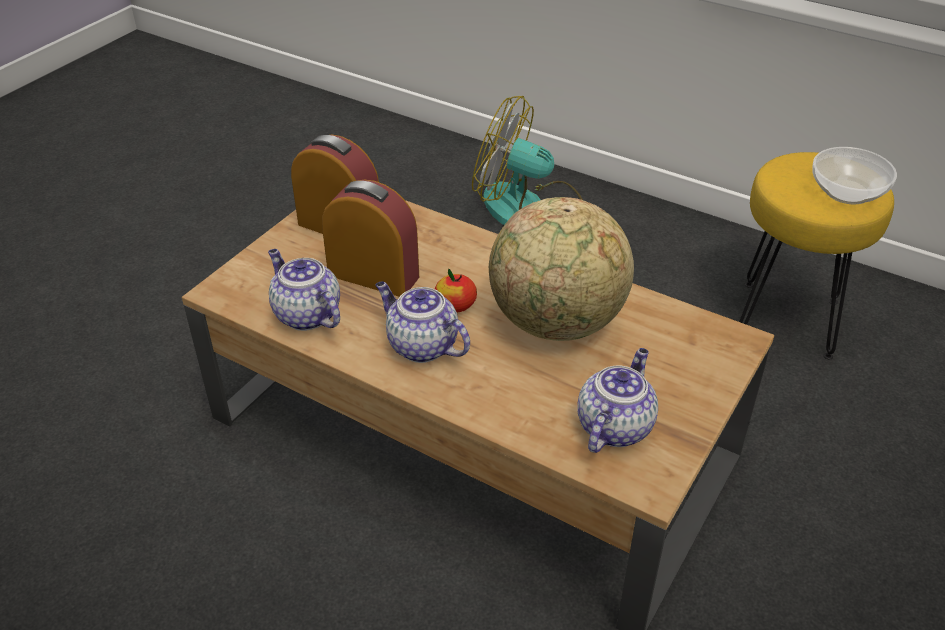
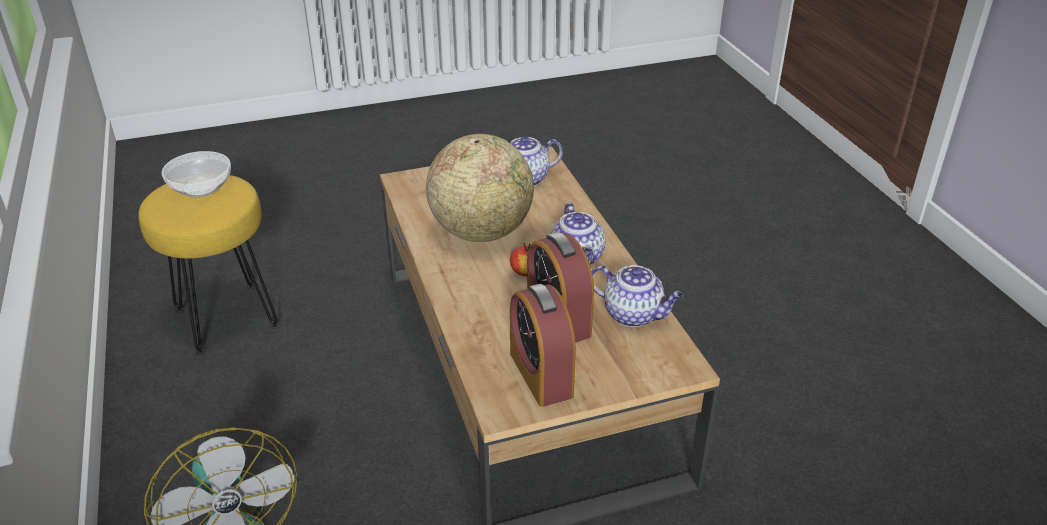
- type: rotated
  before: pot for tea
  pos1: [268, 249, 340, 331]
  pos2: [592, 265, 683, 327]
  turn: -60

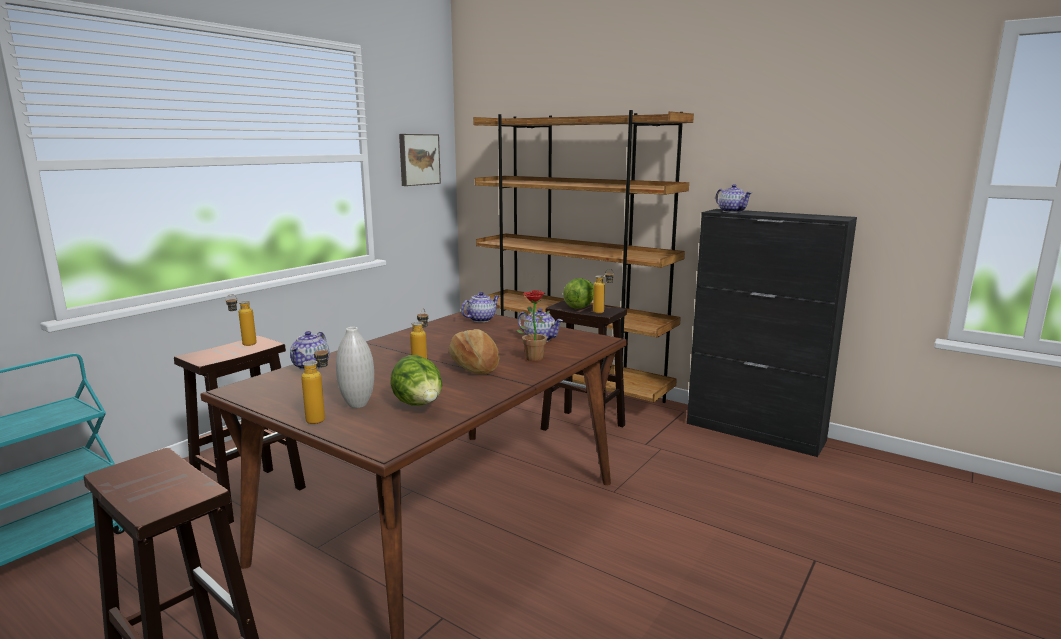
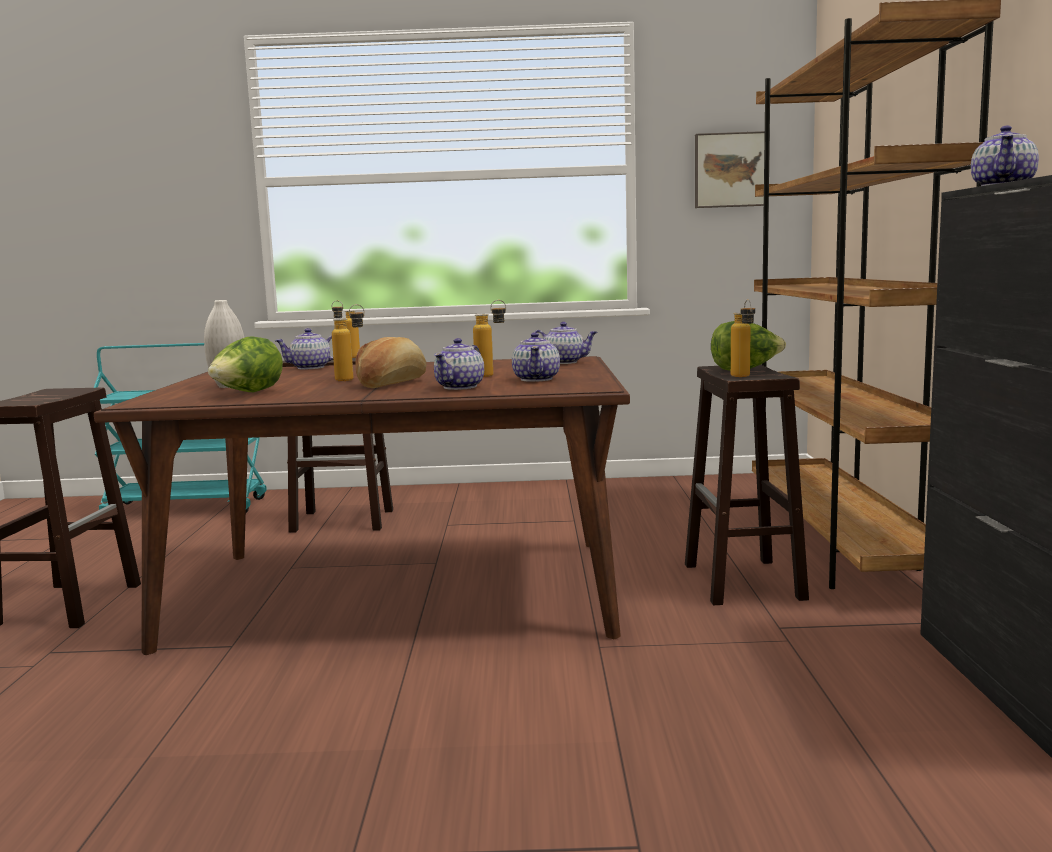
- type: shifted
  before: bottle
  pos1: [301, 344, 328, 424]
  pos2: [473, 300, 506, 377]
- type: swapped
  before: potted plant
  after: pot for tea
  pos1: [517, 290, 550, 361]
  pos2: [434, 338, 484, 390]

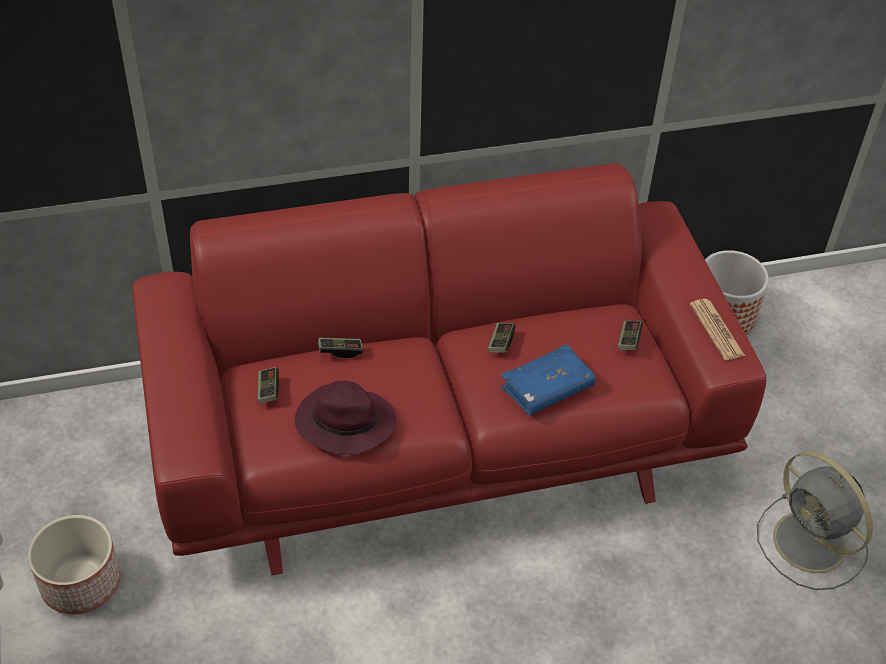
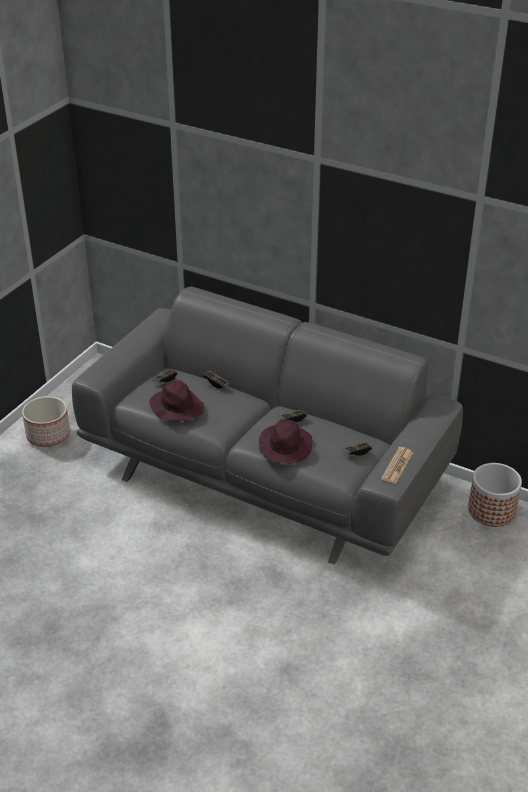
- type: repainted
  before: red couch
  after: grey couch
  pos1: [133, 163, 766, 575]
  pos2: [72, 286, 463, 564]
- type: swapped
  before: blue-coloured book
  after: purplish hat
  pos1: [501, 344, 595, 416]
  pos2: [259, 419, 313, 464]
- type: gone
  before: grey cooling fan
  pos1: [757, 451, 873, 590]

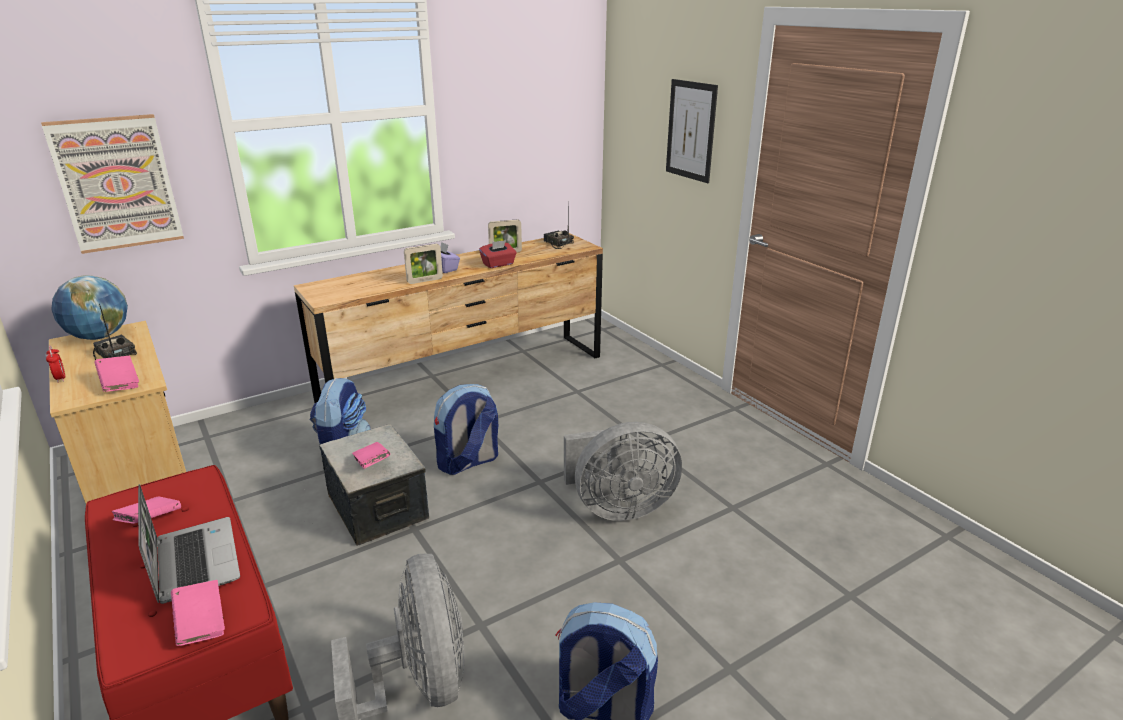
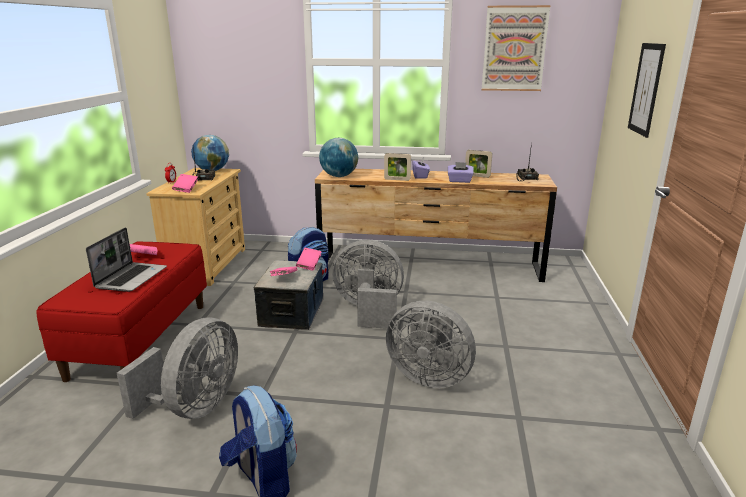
- type: shifted
  before: wall art
  pos1: [41, 114, 184, 254]
  pos2: [482, 5, 551, 91]
- type: shifted
  before: pink book
  pos1: [171, 580, 225, 646]
  pos2: [296, 248, 322, 271]
- type: swapped
  before: rucksack
  after: grey cooling fan
  pos1: [434, 384, 498, 475]
  pos2: [332, 240, 404, 329]
- type: repainted
  before: red tissue holder
  after: purplish tissue holder
  pos1: [479, 240, 517, 268]
  pos2: [448, 162, 474, 183]
- type: new
  after: world globe
  pos2: [319, 138, 358, 177]

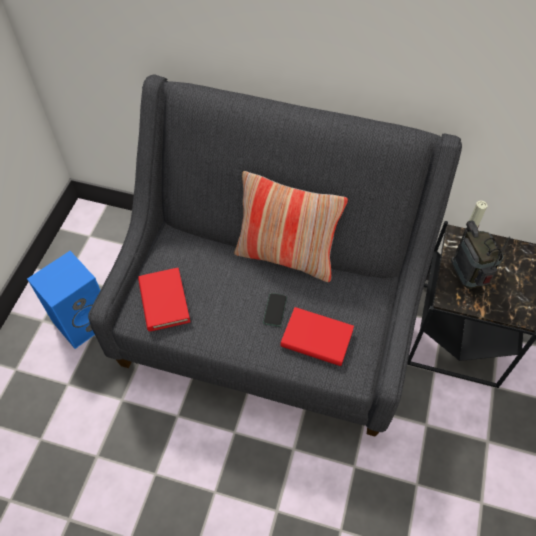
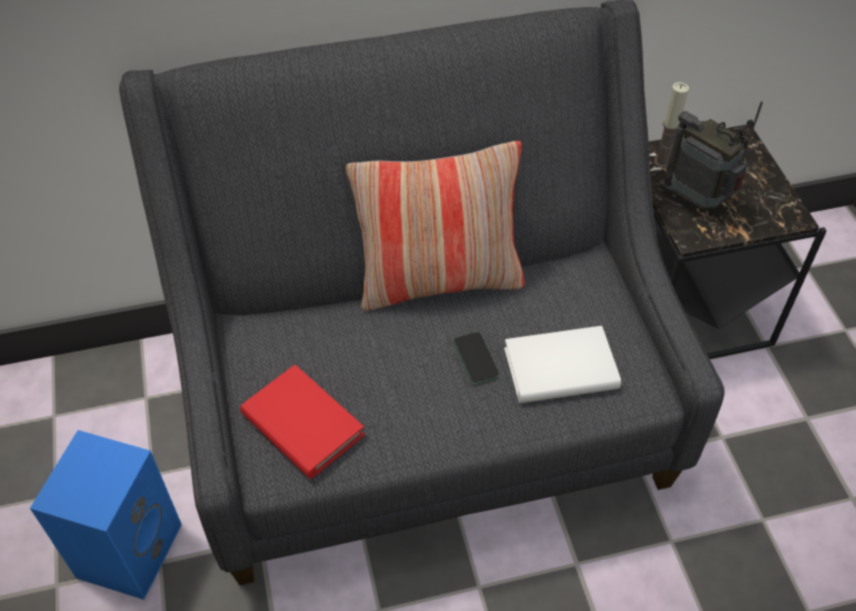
- type: repainted
  before: red book
  after: whitish book
  pos1: [280, 307, 354, 366]
  pos2: [504, 326, 621, 403]

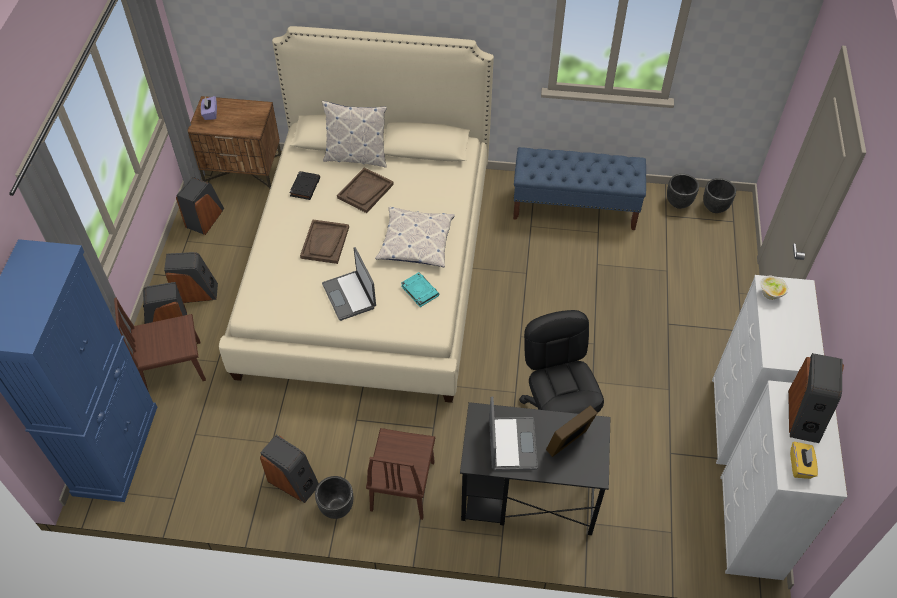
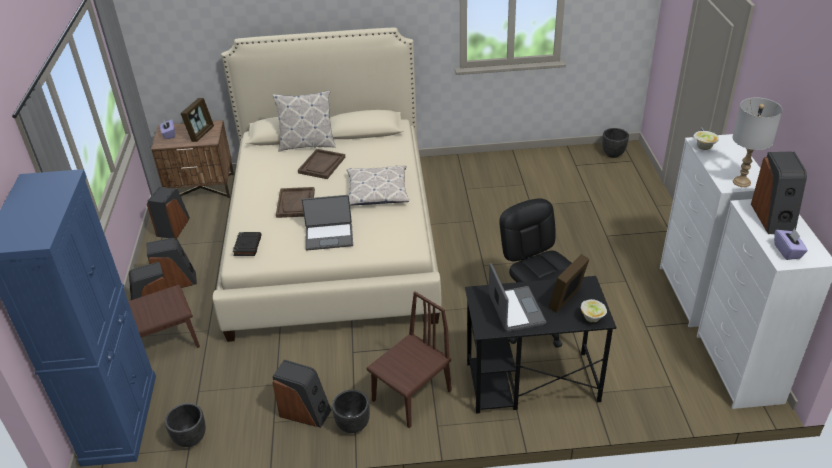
- type: shifted
  before: black-coloured book
  pos1: [289, 171, 320, 200]
  pos2: [233, 232, 261, 256]
- type: rotated
  before: portable computer
  pos1: [322, 247, 376, 321]
  pos2: [302, 195, 353, 250]
  turn: -60
- type: rotated
  before: brownish plain chair
  pos1: [366, 428, 435, 520]
  pos2: [367, 292, 452, 428]
  turn: -135
- type: gone
  before: turquoise book
  pos1: [401, 272, 439, 307]
- type: gone
  before: blue-coloured long seat
  pos1: [513, 147, 646, 230]
- type: shifted
  before: black-coloured plant pot
  pos1: [667, 174, 699, 209]
  pos2: [165, 403, 206, 447]
- type: repainted
  before: yellow-coloured tissue holder
  after: purplish tissue holder
  pos1: [790, 442, 818, 479]
  pos2: [774, 228, 808, 260]
- type: new
  after: standing frame
  pos2: [181, 98, 214, 142]
- type: new
  after: serving bowl
  pos2: [581, 299, 607, 323]
- type: new
  after: grey lamp for a table
  pos2: [733, 97, 783, 187]

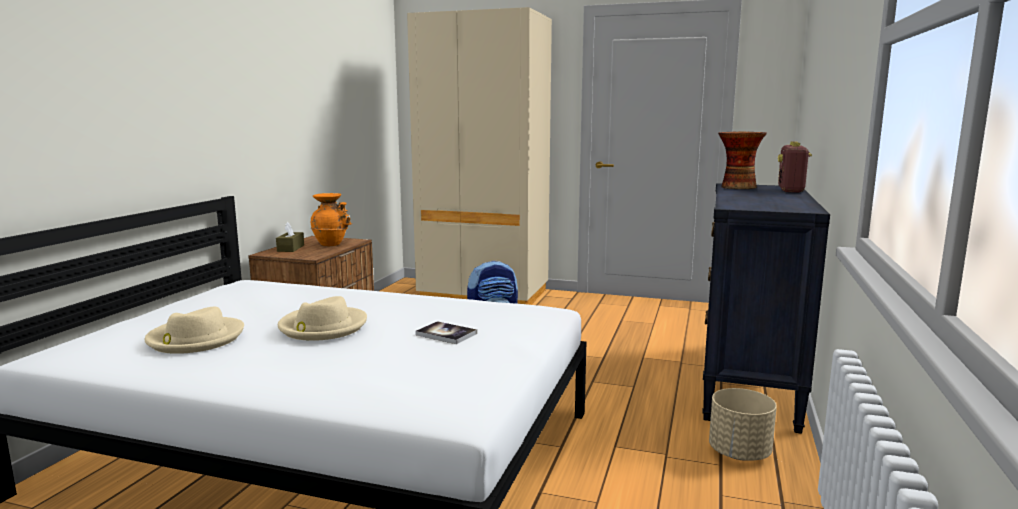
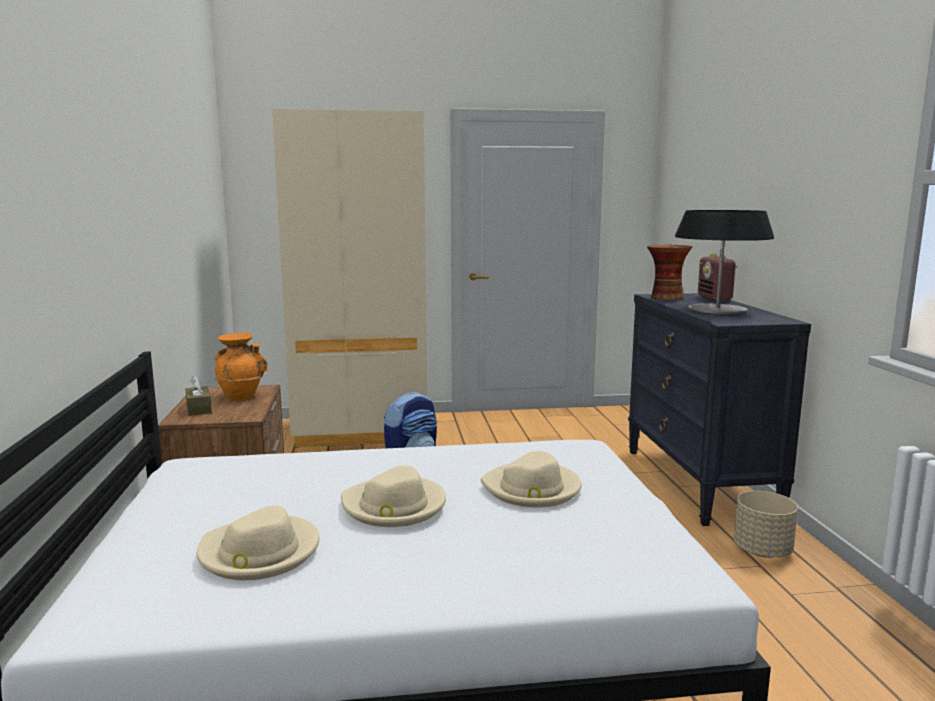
- type: swapped
  before: book
  after: beige hat
  pos1: [415, 321, 477, 344]
  pos2: [481, 451, 582, 507]
- type: new
  after: lamp for a table
  pos2: [675, 210, 774, 314]

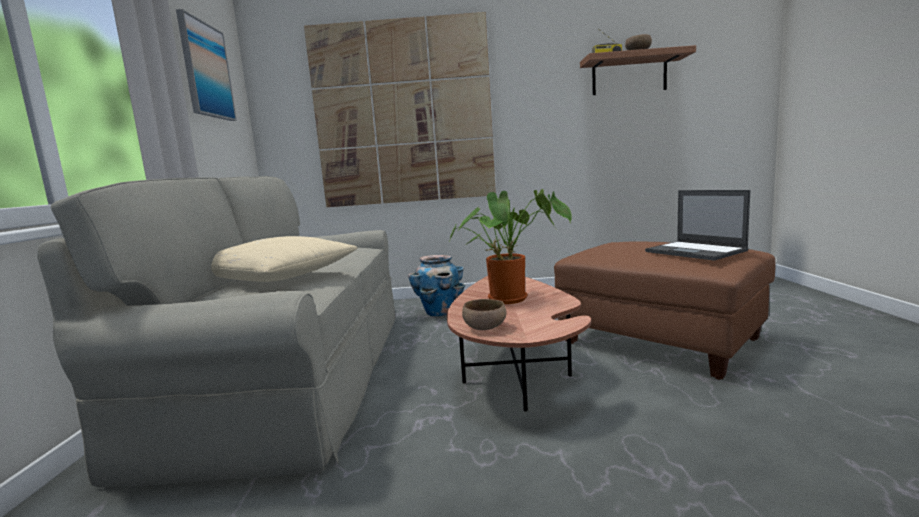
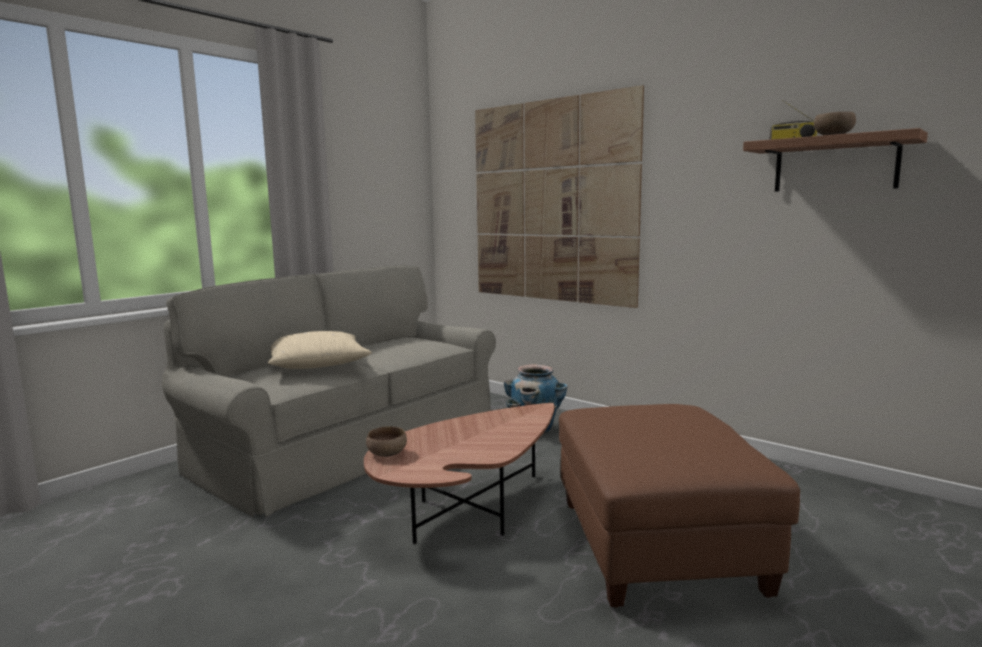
- type: gone
  before: wall art
  pos1: [176, 9, 237, 121]
- type: gone
  before: potted plant
  pos1: [450, 189, 572, 304]
- type: gone
  before: portable computer
  pos1: [645, 190, 750, 261]

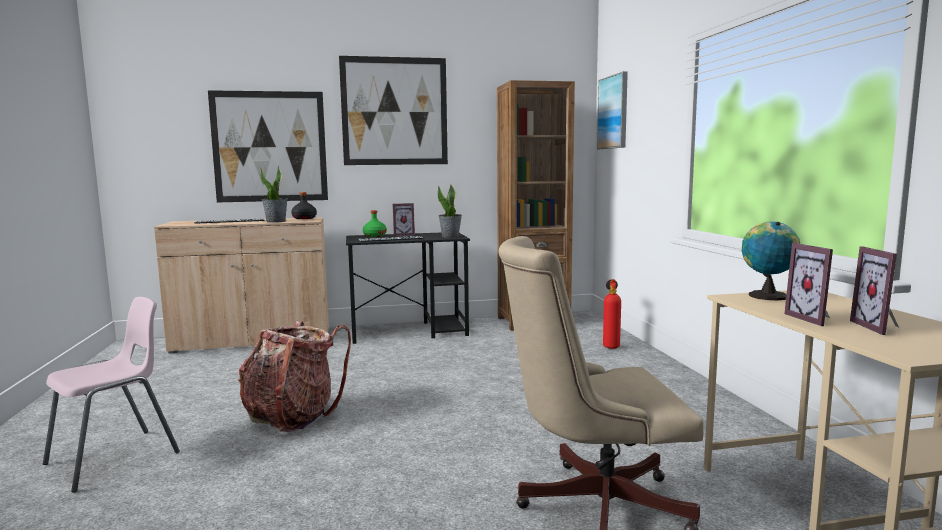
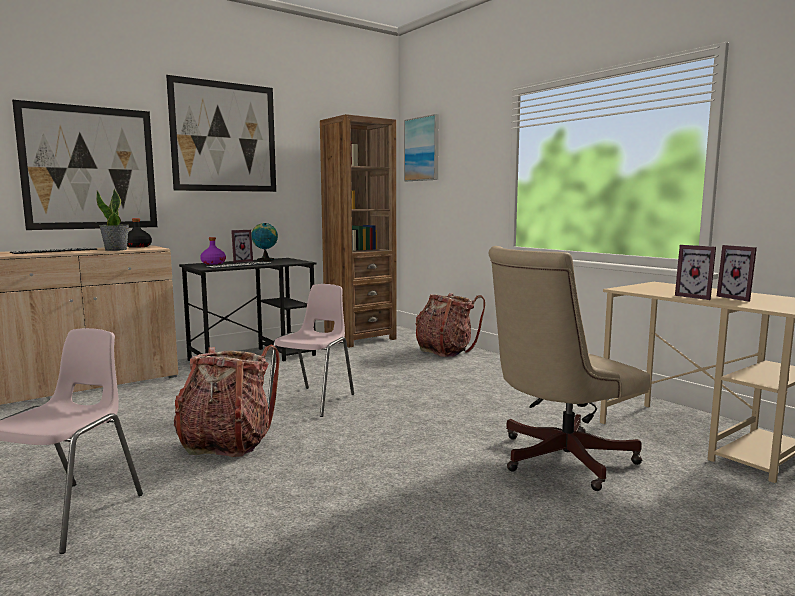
- type: repainted
  before: green-coloured bottle
  after: purplish bottle
  pos1: [363, 210, 387, 237]
  pos2: [200, 237, 226, 265]
- type: gone
  before: potted plant
  pos1: [438, 185, 462, 238]
- type: swapped
  before: fire-fighting cylinder
  after: rucksack
  pos1: [603, 279, 621, 349]
  pos2: [416, 293, 485, 357]
- type: shifted
  before: world globe
  pos1: [742, 221, 800, 300]
  pos2: [252, 223, 278, 261]
- type: new
  after: pink plain chair
  pos2: [267, 284, 354, 417]

